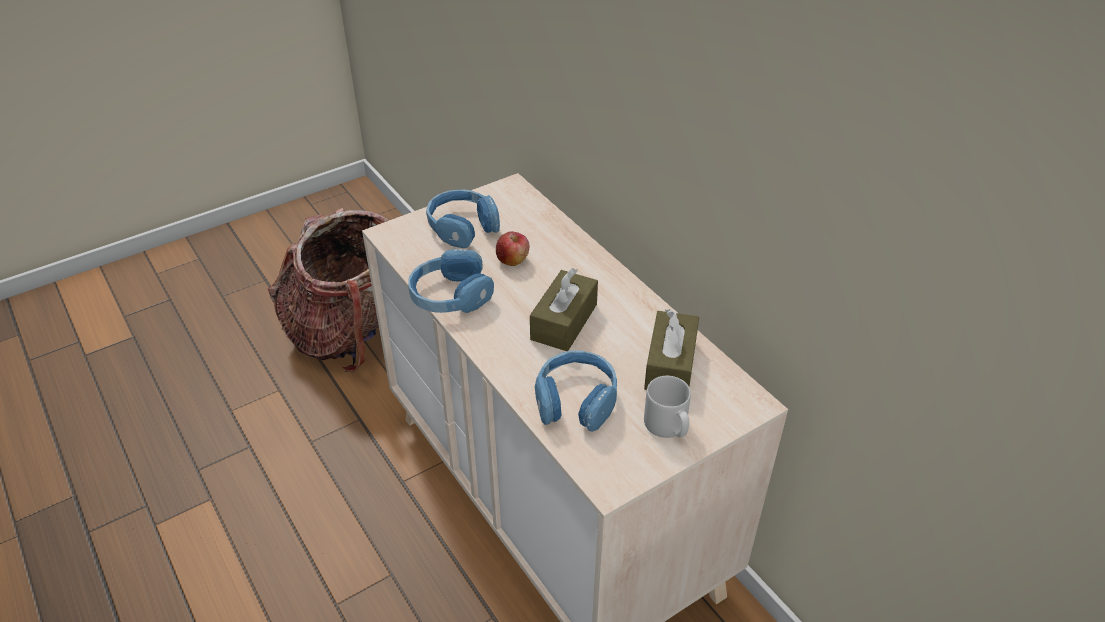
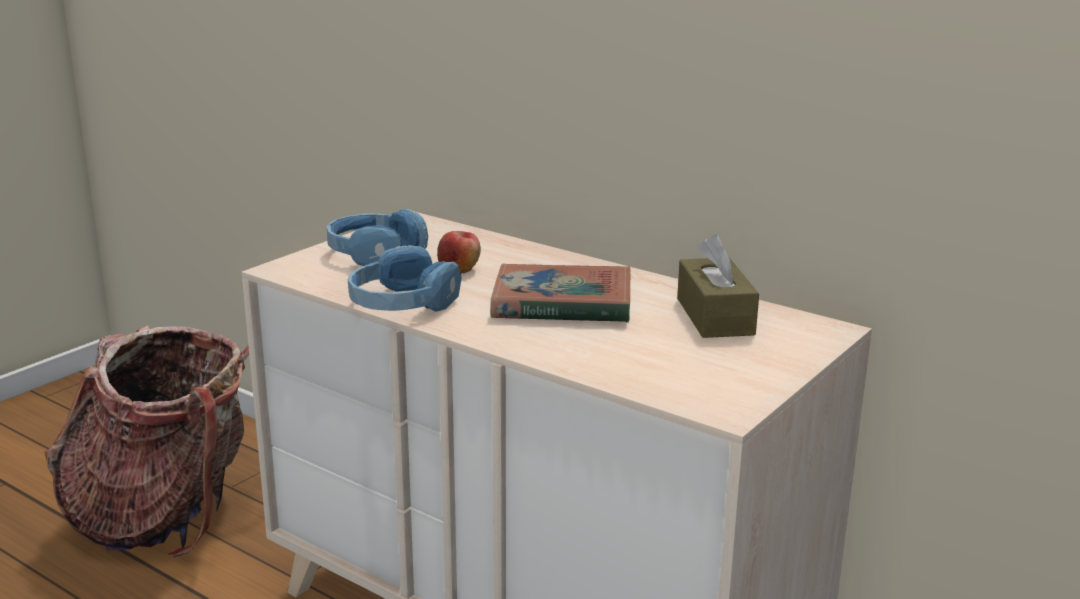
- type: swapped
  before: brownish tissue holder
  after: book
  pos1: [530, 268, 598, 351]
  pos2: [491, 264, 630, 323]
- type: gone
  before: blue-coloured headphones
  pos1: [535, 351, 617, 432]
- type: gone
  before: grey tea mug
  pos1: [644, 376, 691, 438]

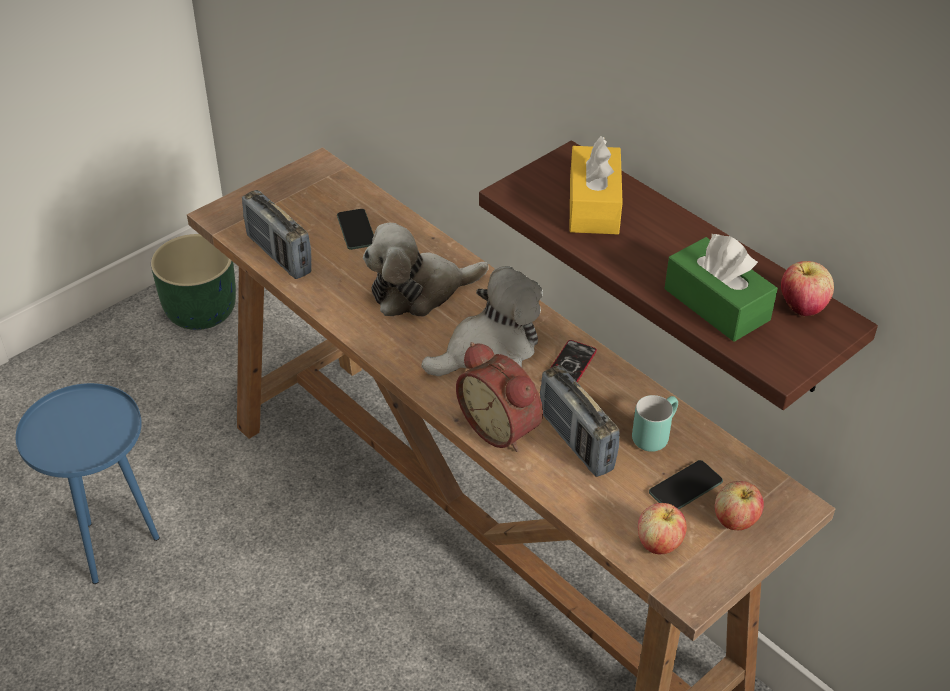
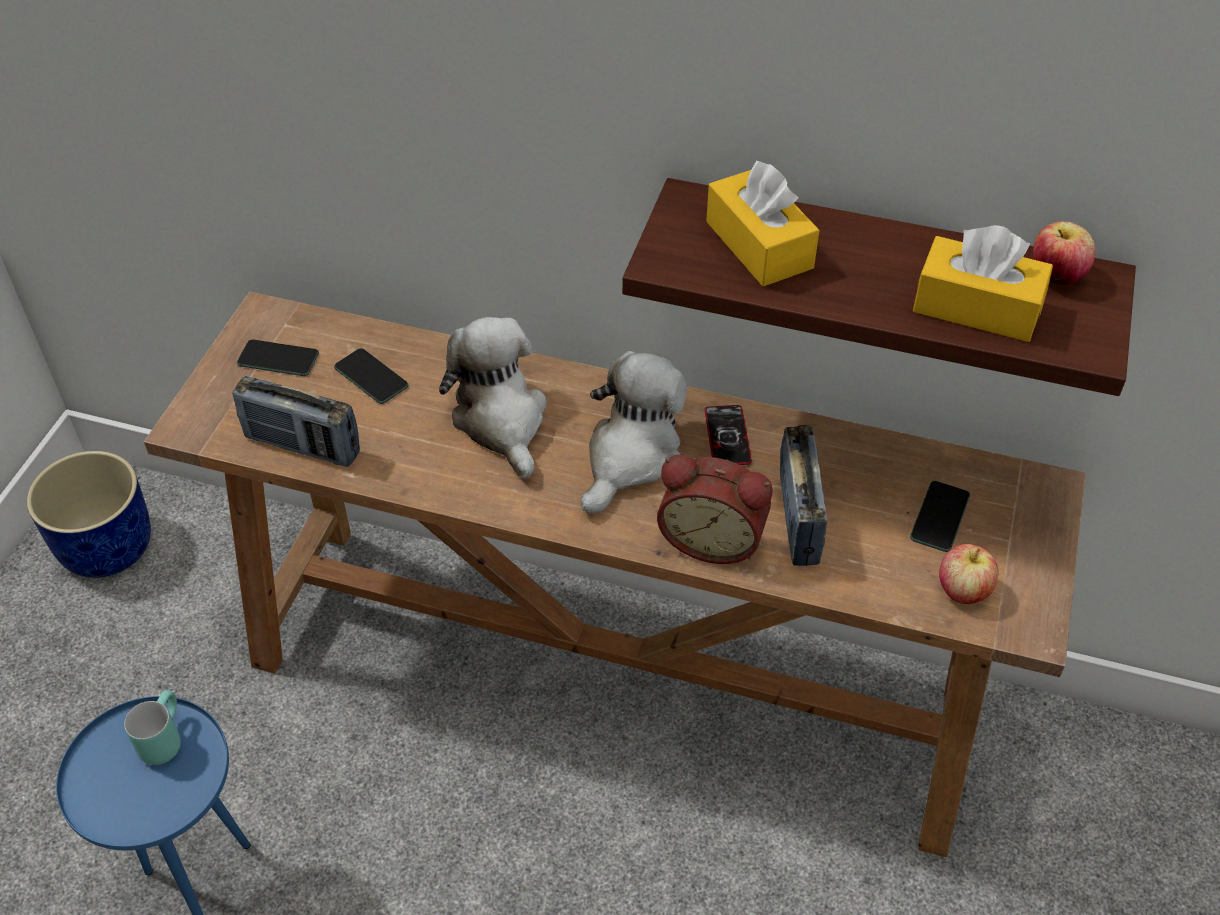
- type: repainted
  before: green-coloured plant pot
  after: blue-coloured plant pot
  pos1: [151, 234, 236, 330]
  pos2: [27, 451, 151, 578]
- type: rotated
  before: plush toy
  pos1: [363, 223, 489, 317]
  pos2: [439, 317, 547, 479]
  turn: 120
- type: rotated
  before: radio
  pos1: [540, 365, 619, 477]
  pos2: [780, 425, 827, 566]
  turn: -120
- type: shifted
  before: turquoise tea mug
  pos1: [632, 395, 678, 452]
  pos2: [124, 690, 181, 765]
- type: repainted
  before: green-coloured tissue holder
  after: yellow-coloured tissue holder
  pos1: [665, 233, 778, 342]
  pos2: [913, 225, 1053, 342]
- type: gone
  before: whole apple
  pos1: [715, 481, 764, 530]
- type: new
  after: telephone
  pos2: [237, 339, 319, 376]

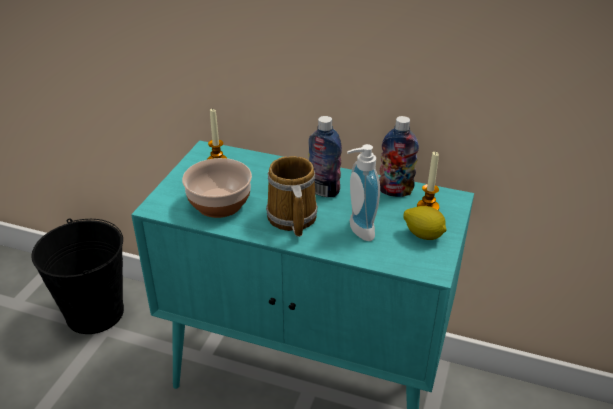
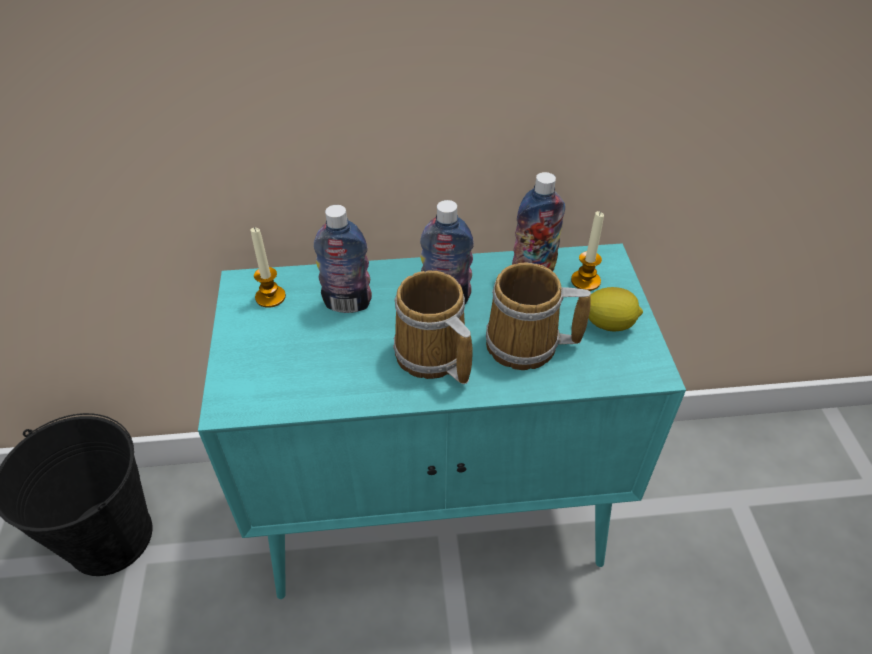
- type: gone
  before: serving bowl
  pos1: [182, 158, 252, 218]
- type: swapped
  before: soap dispenser
  after: tea mug
  pos1: [347, 144, 380, 241]
  pos2: [486, 262, 591, 370]
- type: new
  after: bottle
  pos2: [314, 205, 372, 313]

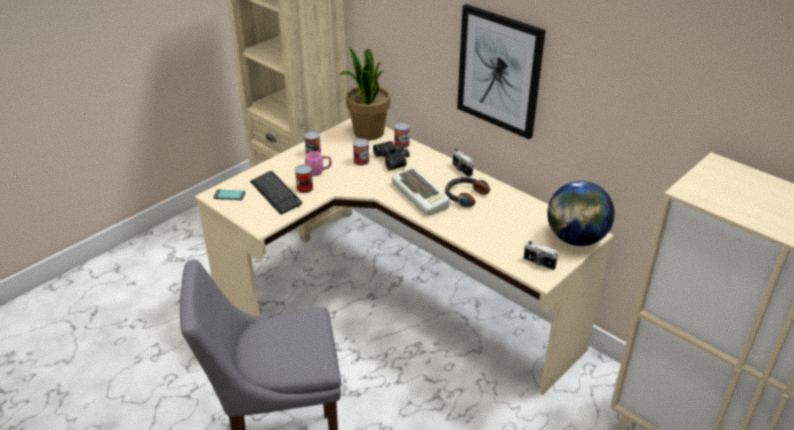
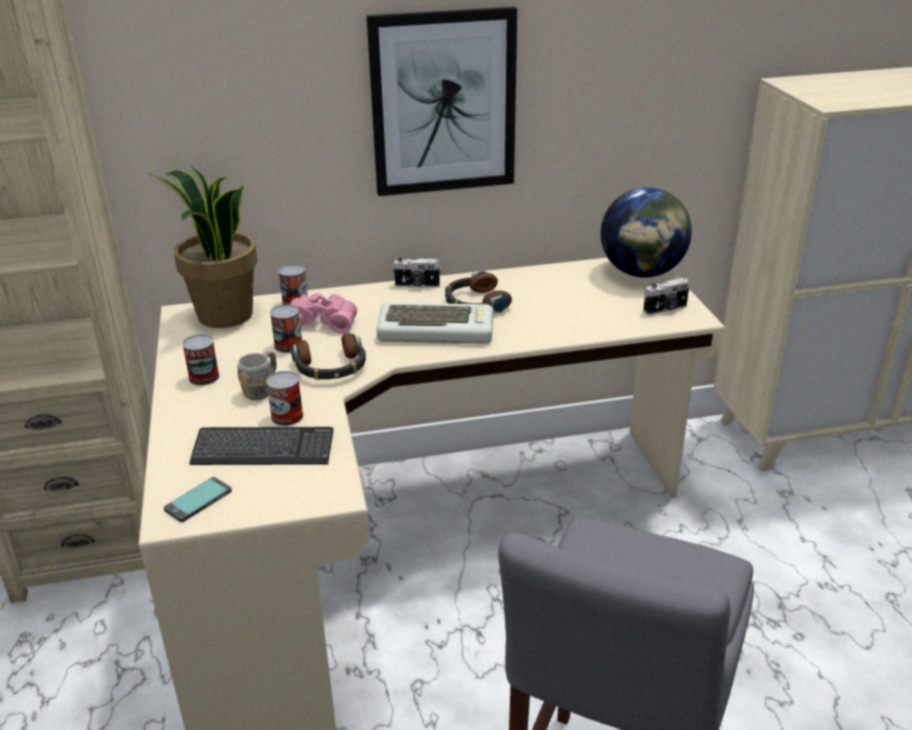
- type: repainted
  before: pink tea mug
  after: grey tea mug
  pos1: [305, 151, 332, 176]
  pos2: [237, 351, 277, 400]
- type: repainted
  before: black-coloured pair of binoculars
  after: pink pair of binoculars
  pos1: [373, 141, 410, 171]
  pos2: [290, 293, 357, 333]
- type: new
  after: headphones
  pos2: [291, 333, 366, 380]

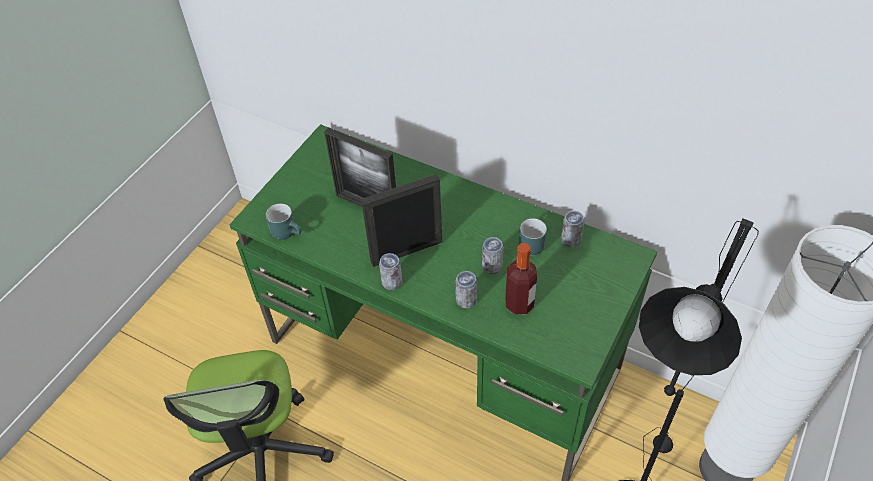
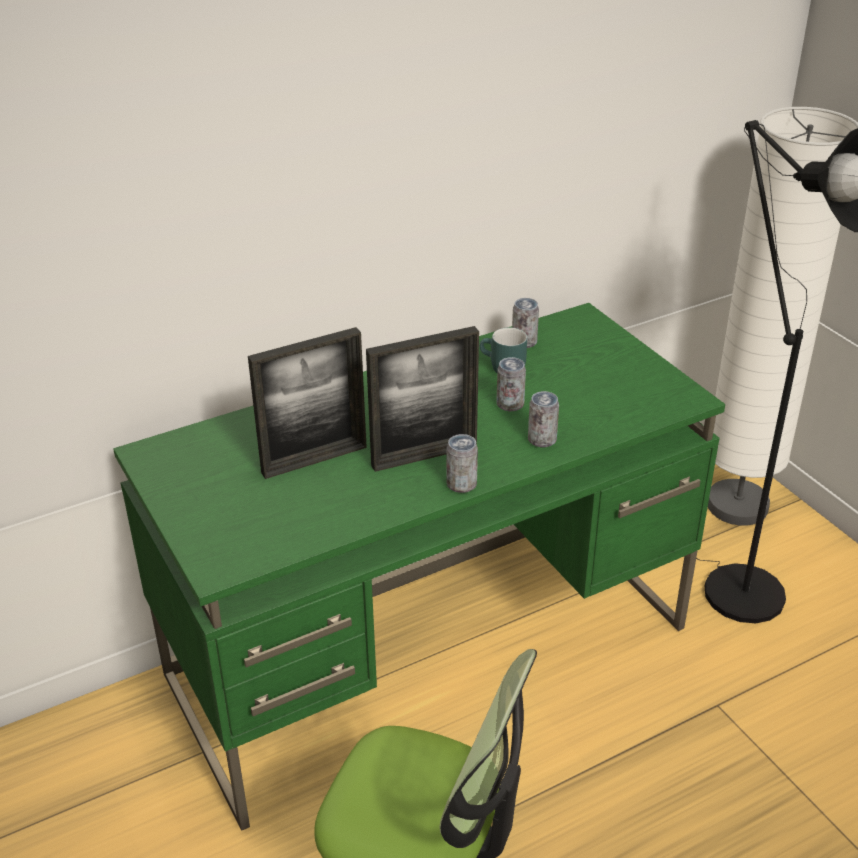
- type: gone
  before: turquoise tea mug
  pos1: [266, 203, 302, 240]
- type: rotated
  before: standing frame
  pos1: [361, 174, 442, 267]
  pos2: [366, 326, 479, 472]
  turn: -120
- type: gone
  before: bottle
  pos1: [505, 243, 537, 315]

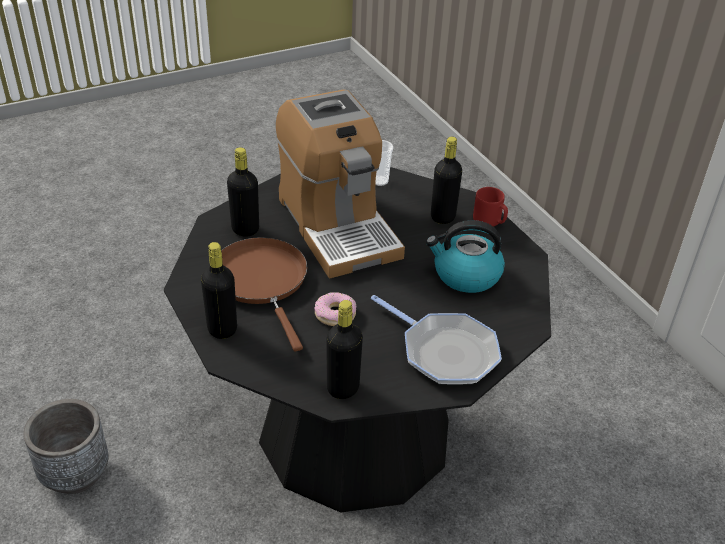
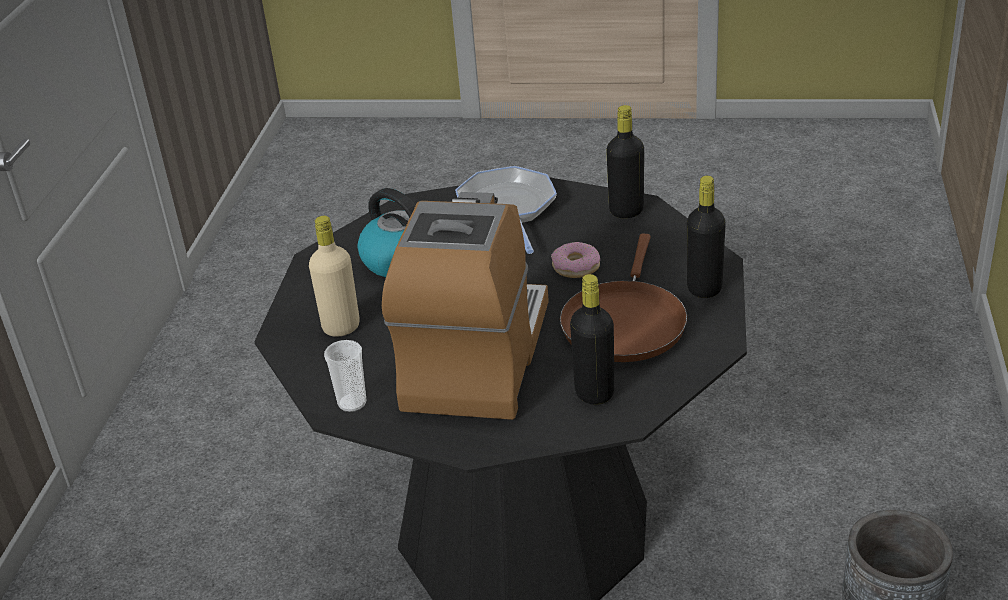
- type: repainted
  before: black-coloured bottle
  after: beige bottle
  pos1: [431, 137, 462, 224]
  pos2: [309, 216, 360, 337]
- type: gone
  before: red tea mug
  pos1: [473, 187, 508, 227]

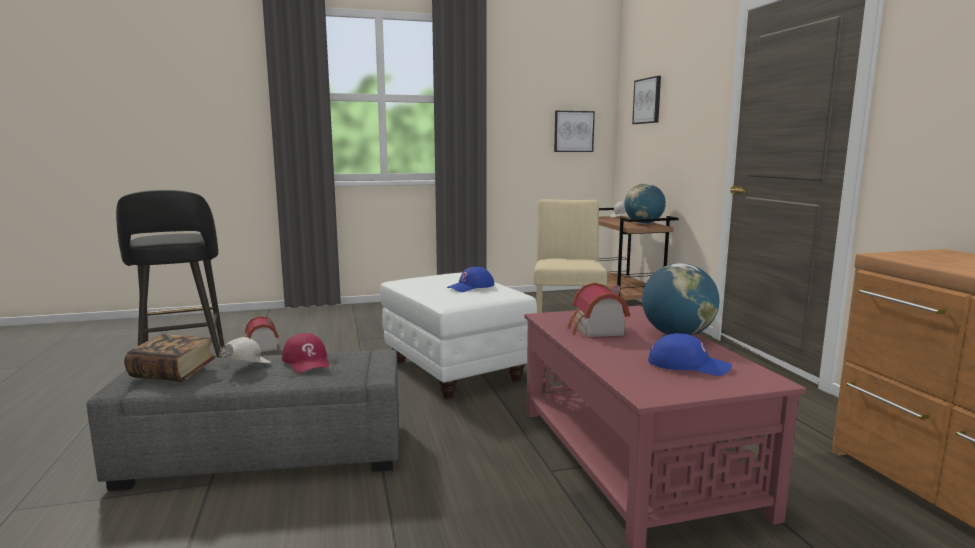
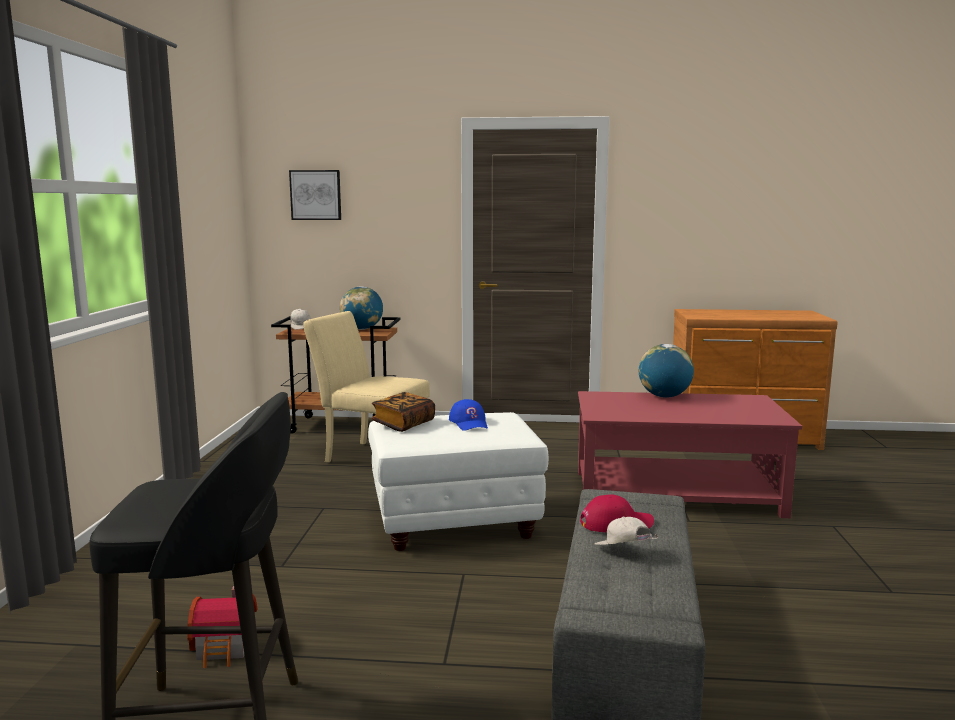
- type: shifted
  before: book
  pos1: [124, 334, 216, 382]
  pos2: [372, 392, 435, 432]
- type: gone
  before: wall art
  pos1: [554, 111, 595, 152]
- type: gone
  before: model house
  pos1: [567, 283, 630, 337]
- type: gone
  before: blue-coloured baseball cap
  pos1: [648, 333, 732, 376]

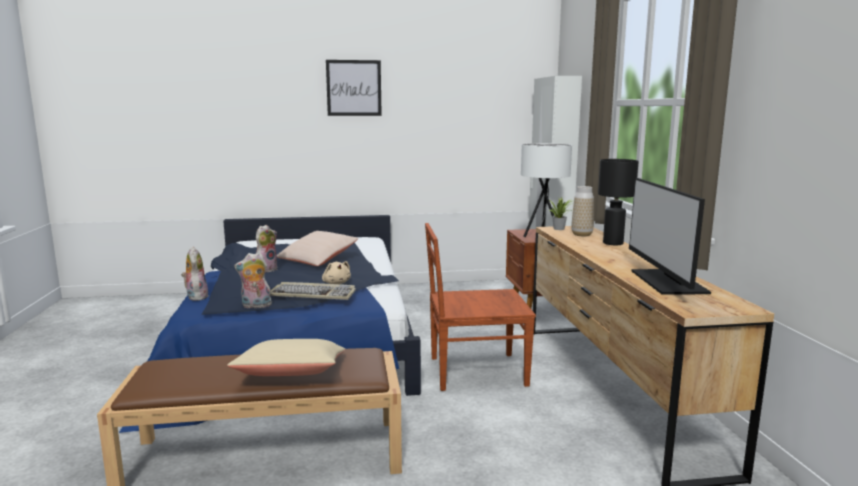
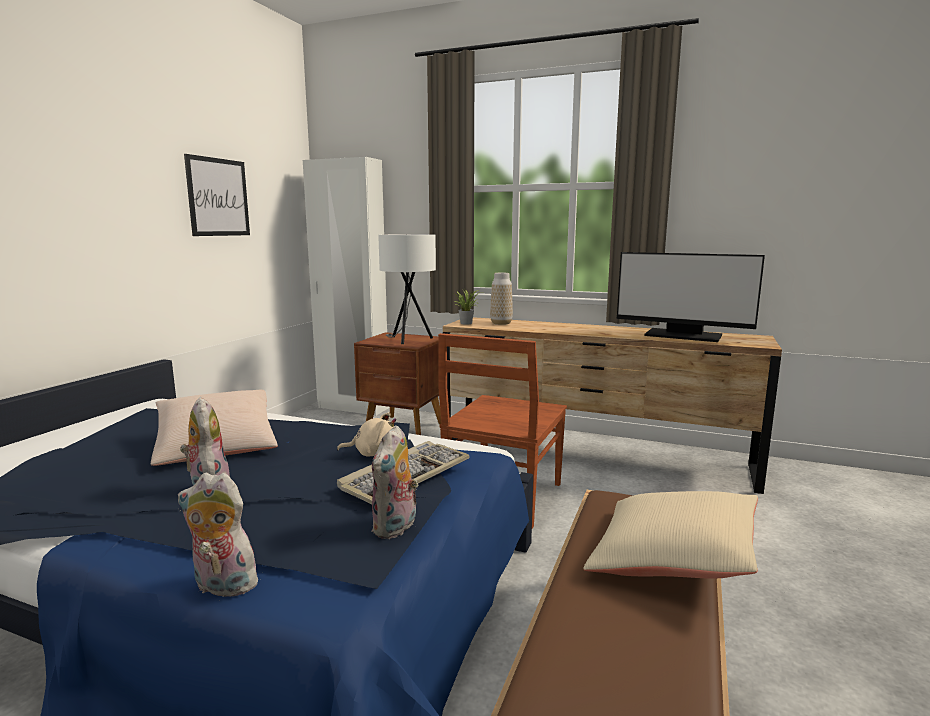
- type: shifted
  before: wall art
  pos1: [326, 60, 382, 116]
  pos2: [184, 154, 250, 236]
- type: gone
  before: black-coloured lamp for a table
  pos1: [598, 159, 639, 245]

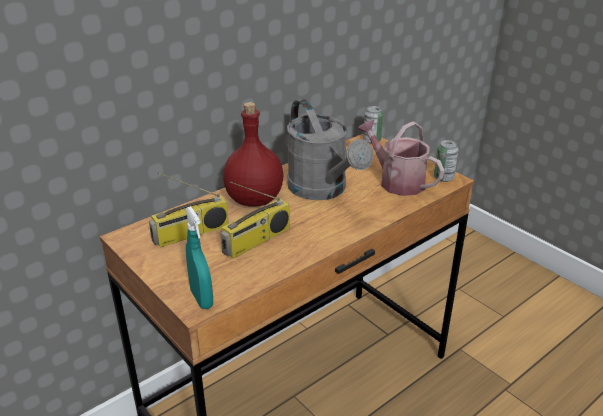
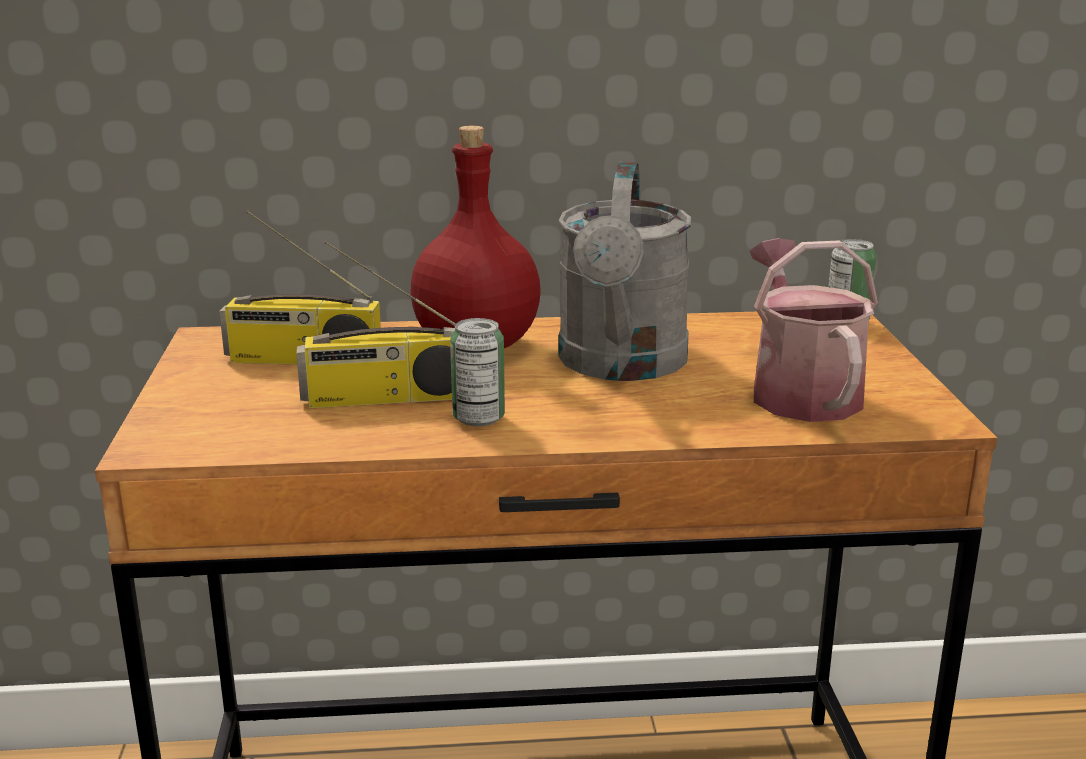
- type: gone
  before: turquoise sprayer
  pos1: [185, 206, 213, 309]
- type: shifted
  before: can
  pos1: [434, 140, 458, 182]
  pos2: [450, 318, 505, 426]

